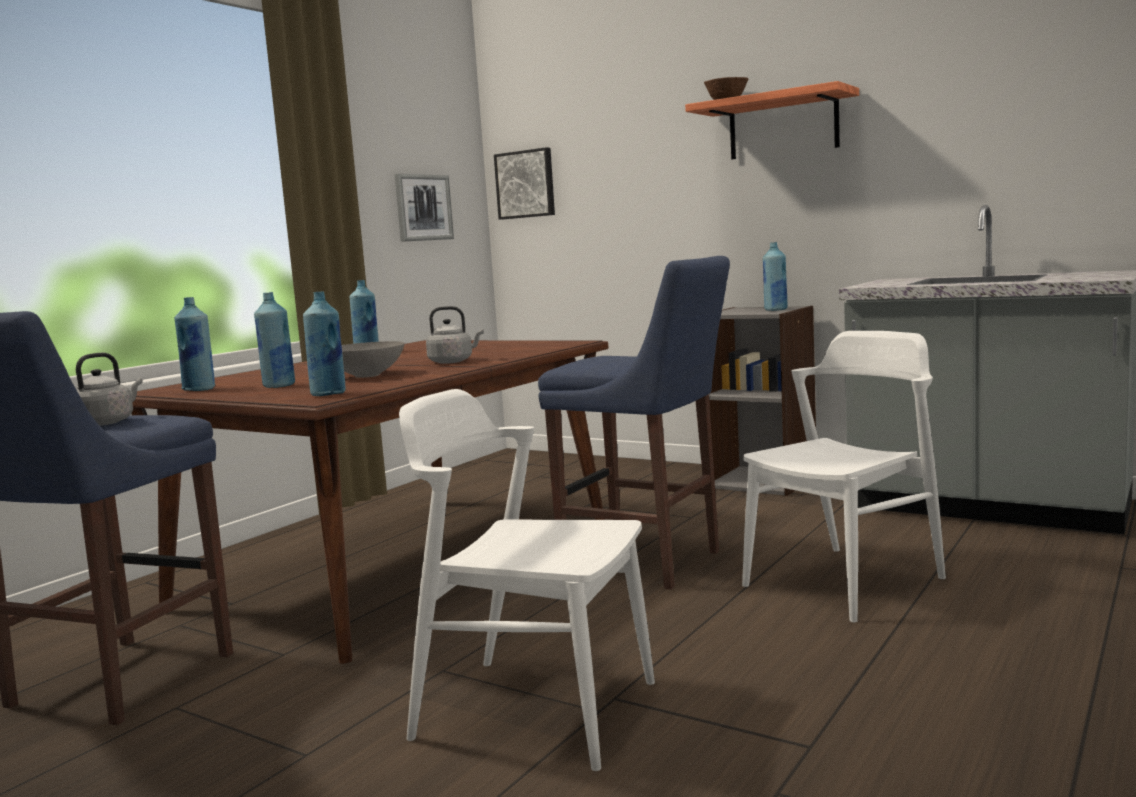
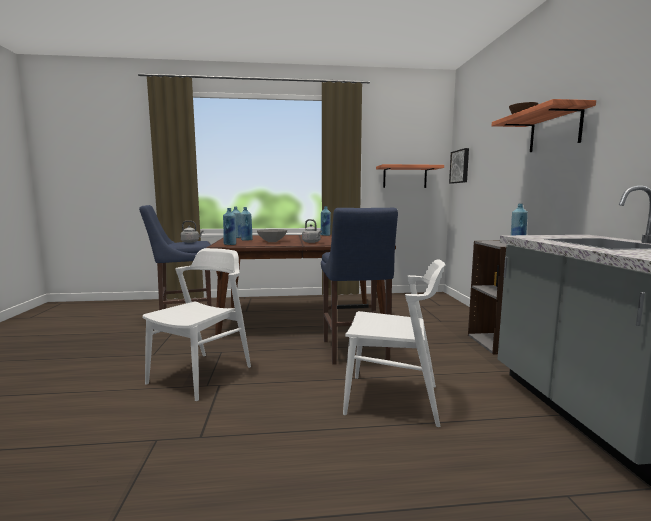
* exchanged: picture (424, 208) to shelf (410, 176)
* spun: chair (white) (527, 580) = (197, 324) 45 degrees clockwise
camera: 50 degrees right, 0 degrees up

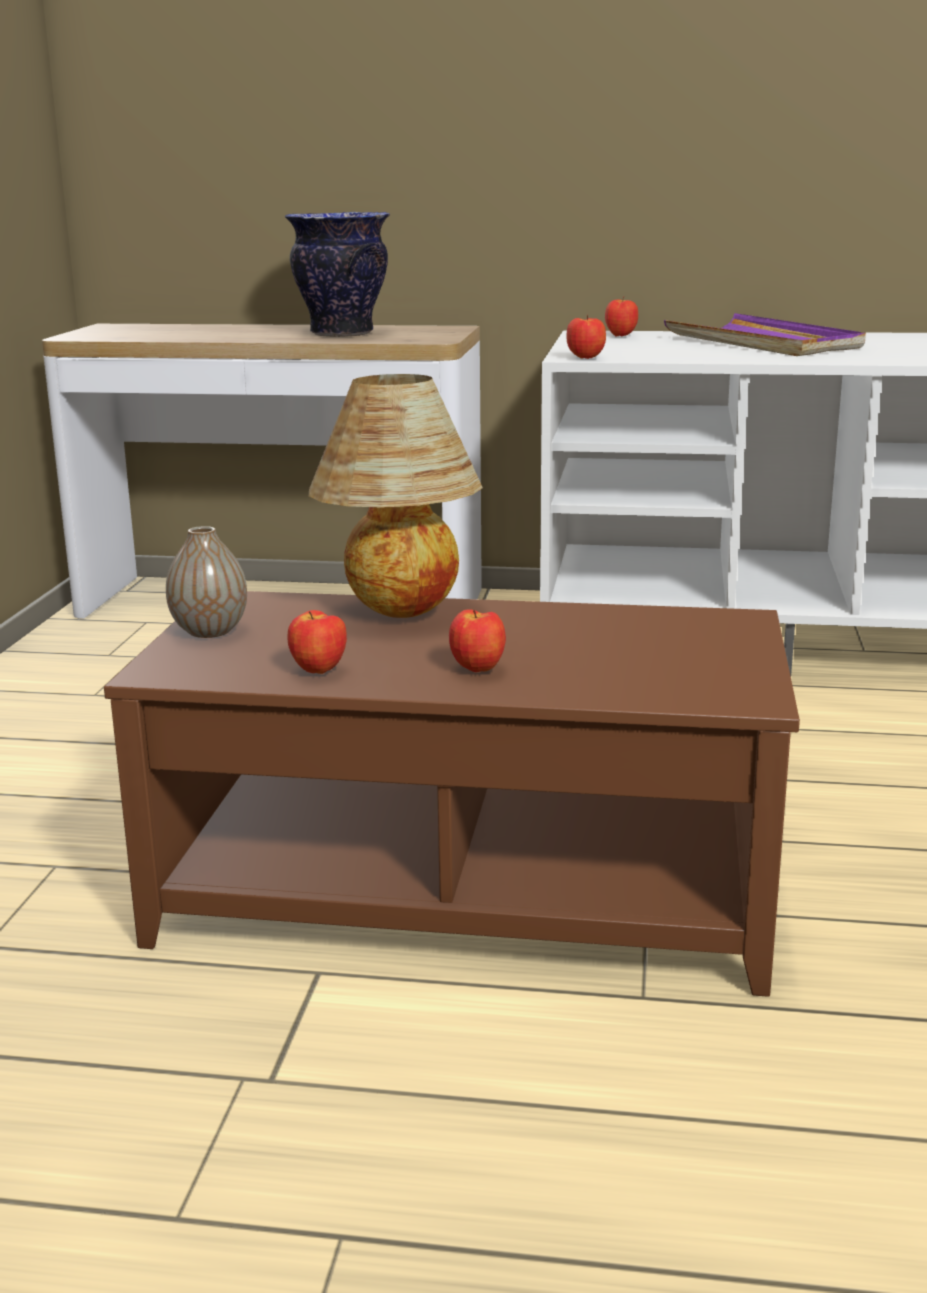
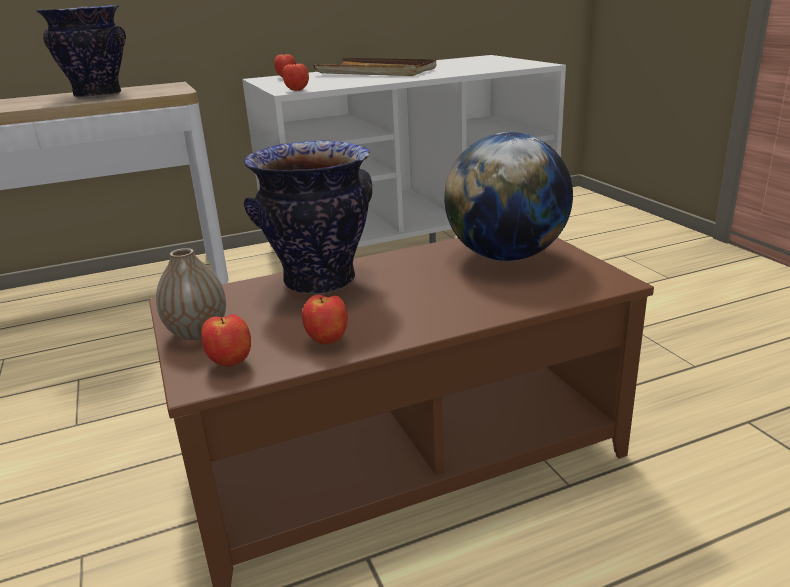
* appeared: globe (508, 196)
* relocated: apple (477, 641) to (226, 340)
* exchanged: table lamp (396, 496) to vase (308, 217)
* colour: tray (purple) (765, 334) to tray (brown) (375, 67)
camera: 30 degrees left, 5 degrees up

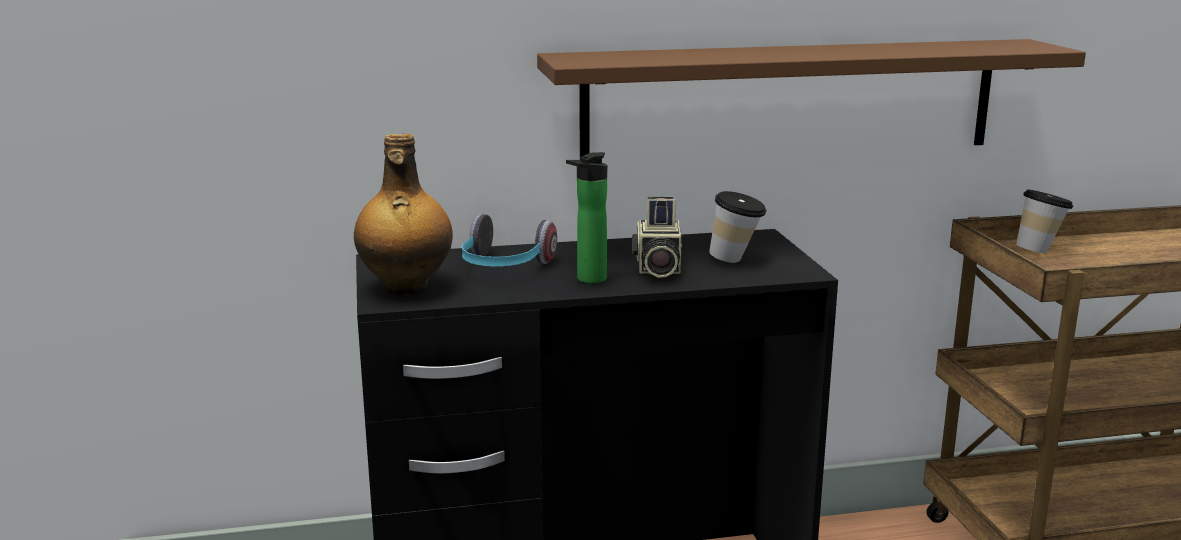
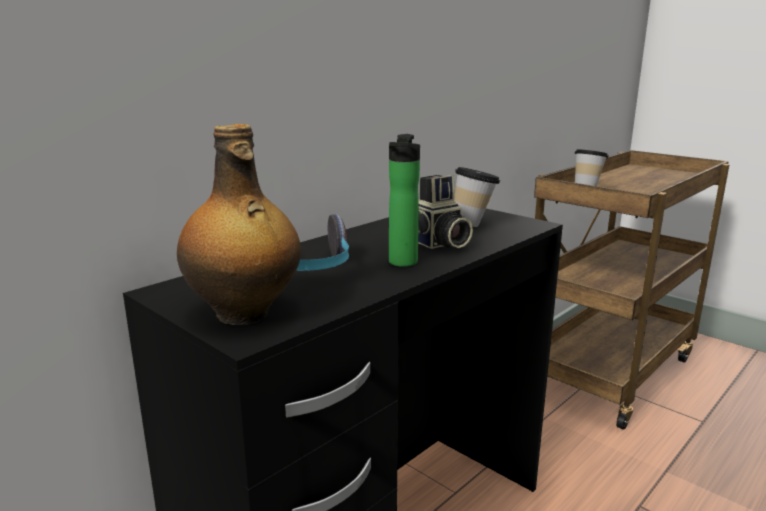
* missing: shelf (brown) (811, 98)
camera: 35 degrees left, 0 degrees up

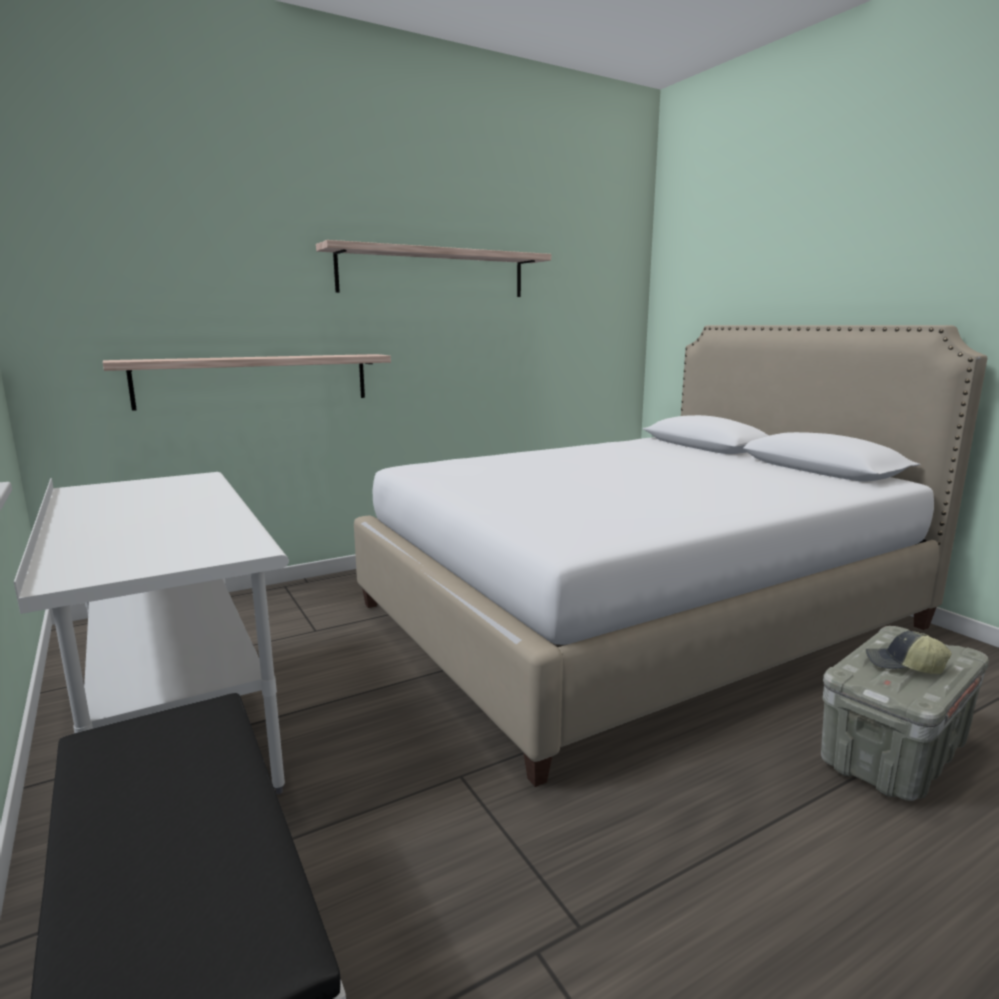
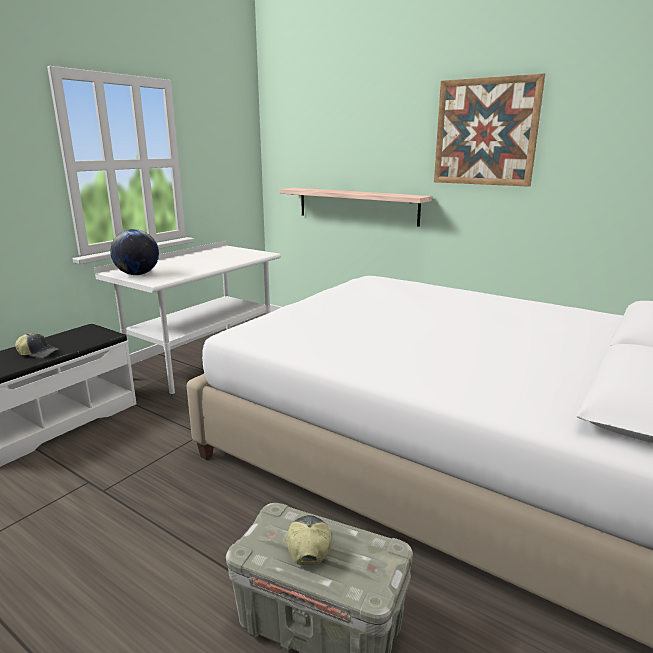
* appeared: cap (36, 345)
* appeared: globe (134, 252)
* exchanged: shelf (433, 268) to picture (489, 130)
camera: 65 degrees right, 5 degrees up

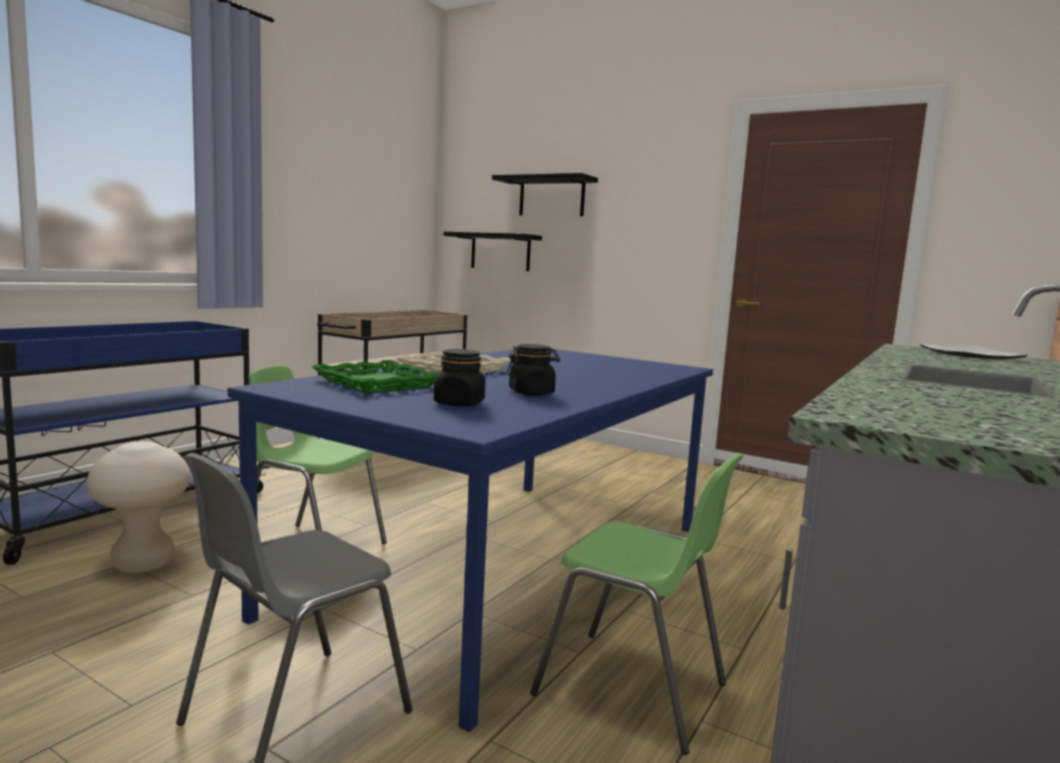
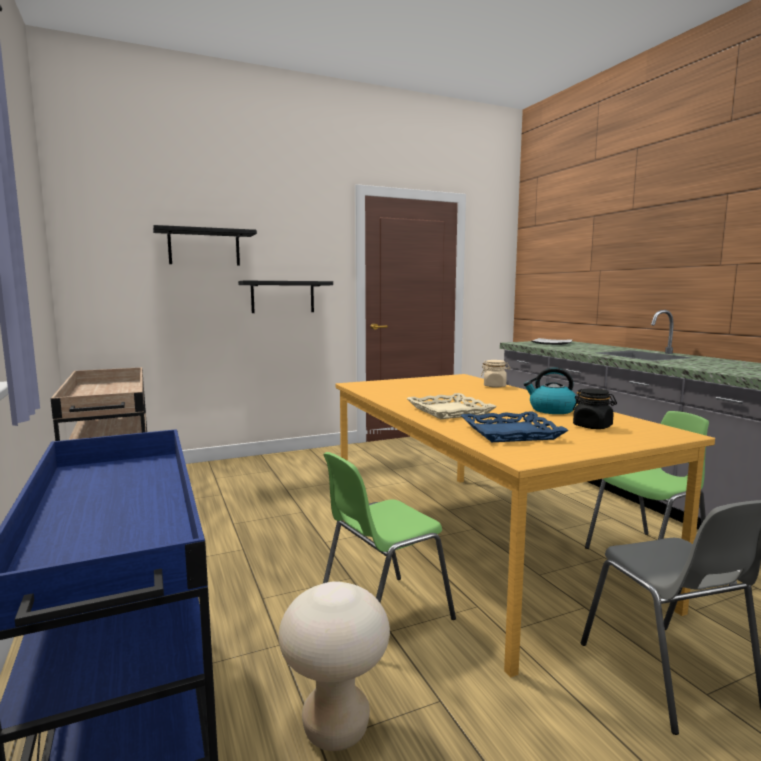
* appeared: jar (beige) (495, 374)
* relocated: shelf (black) (493, 251) to (285, 297)
* exchanged: jar (black) (533, 369) to kettle (550, 391)
* colour: dining table (blue) (470, 540) to dining table (orange) (525, 526)
* colour: tray (green) (375, 376) to tray (blue) (515, 426)
camera: 55 degrees left, 0 degrees up

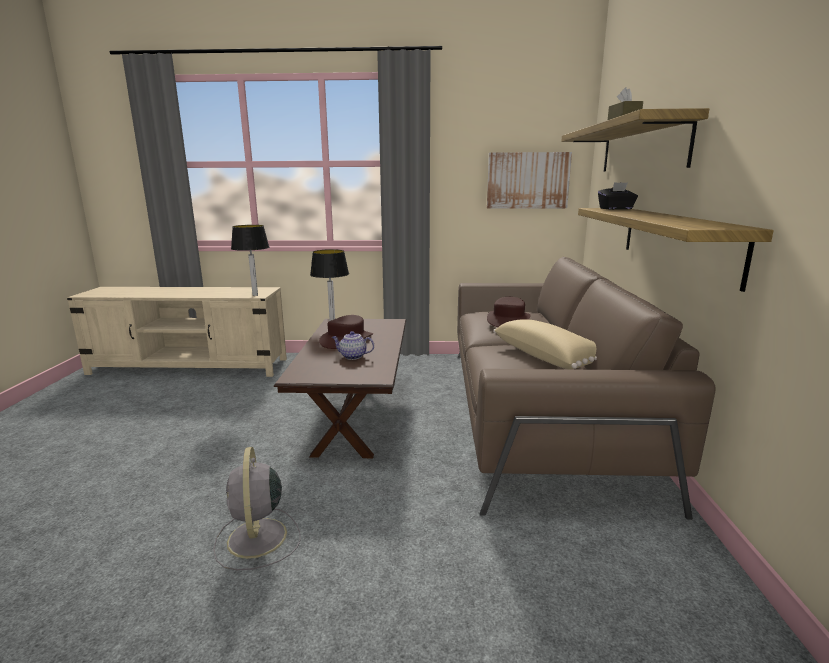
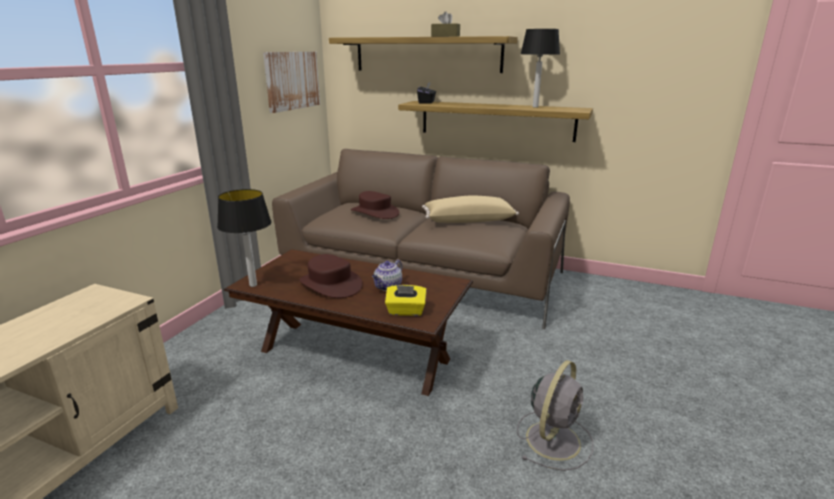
* appeared: tissue box (yellow) (406, 300)
* relocated: table lamp (250, 260) to (540, 68)
* spun: fan (grey) (257, 509) = (555, 415) 60 degrees counterclockwise
camera: 70 degrees left, 5 degrees up

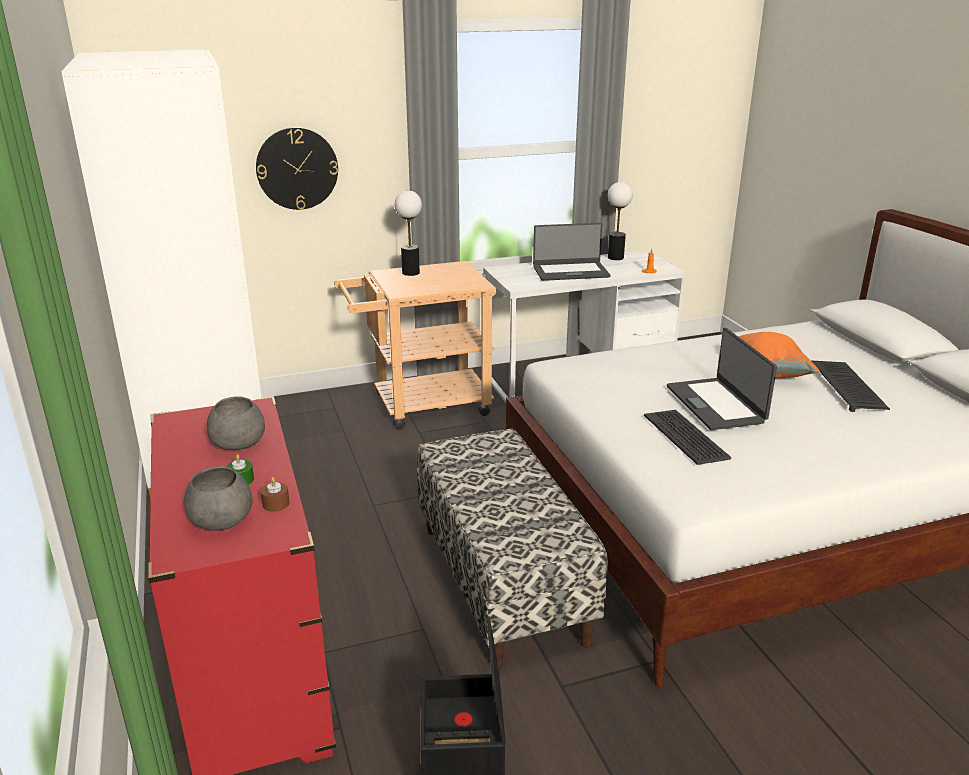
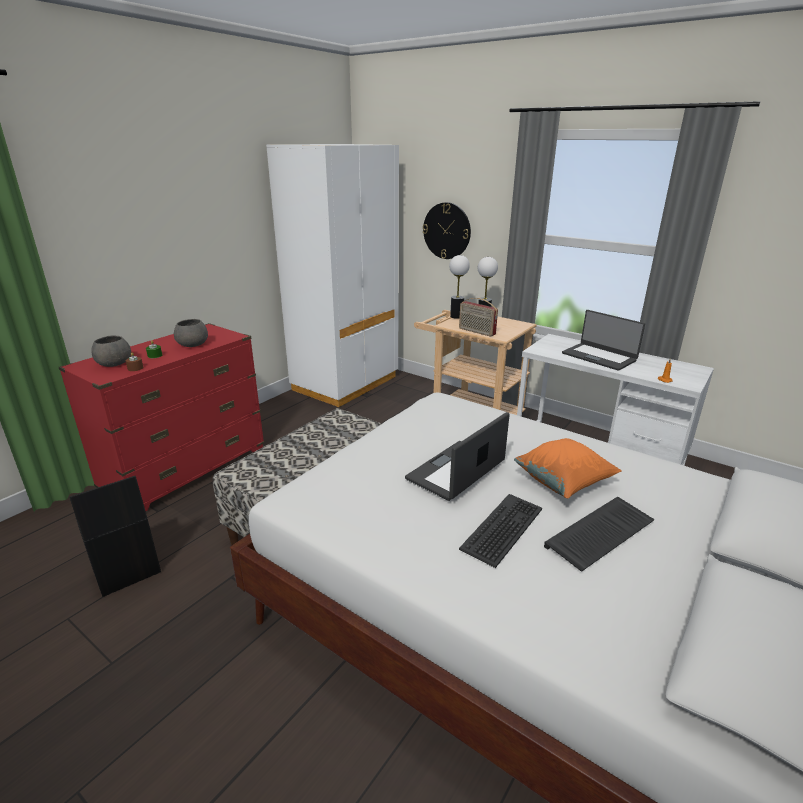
* appeared: radio (478, 317)
* relocated: table lamp (620, 221) to (459, 287)
* relocated: keyboard (687, 437) to (500, 531)
camera: 55 degrees right, 0 degrees up

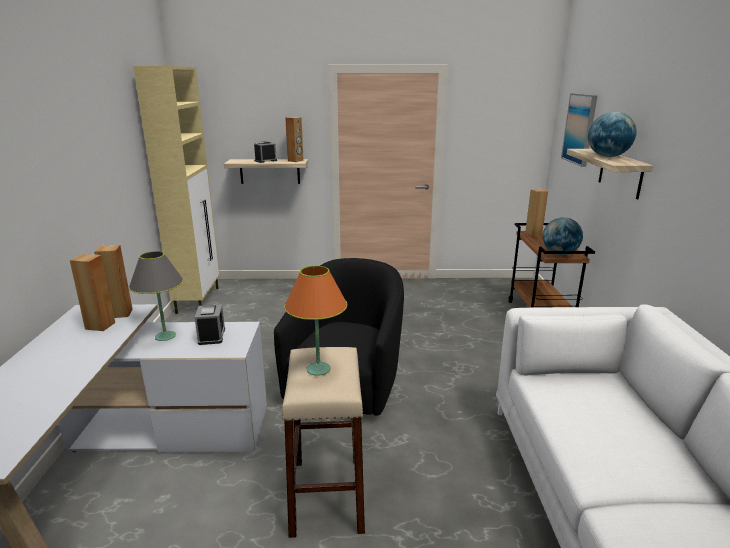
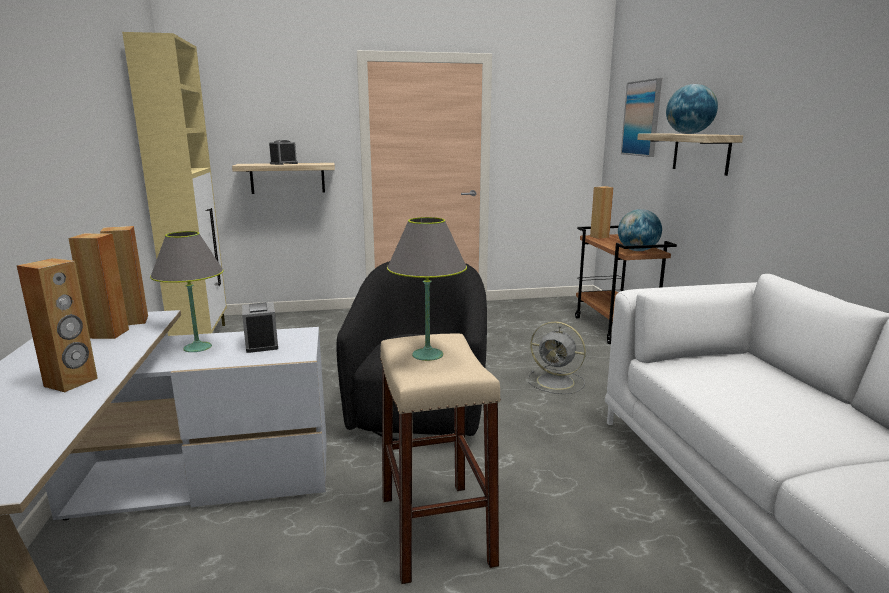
* appeared: fan (grey) (557, 358)
* relocated: speaker (brown) (294, 139) to (57, 325)
* colour: table lamp (orange) (315, 321) to table lamp (grey) (427, 289)
camera: 10 degrees left, 5 degrees down

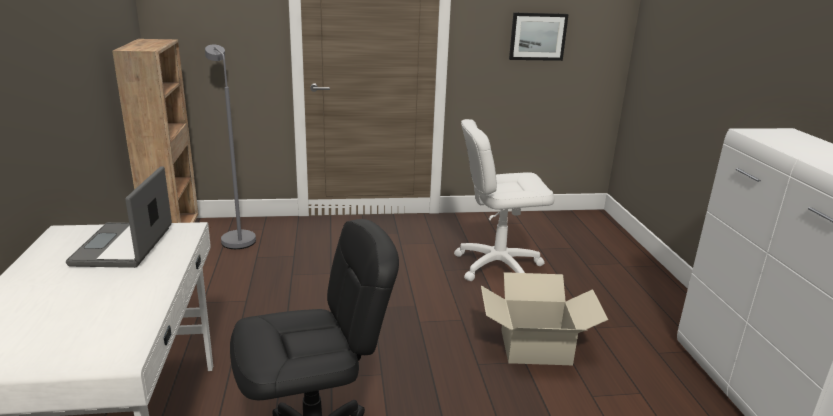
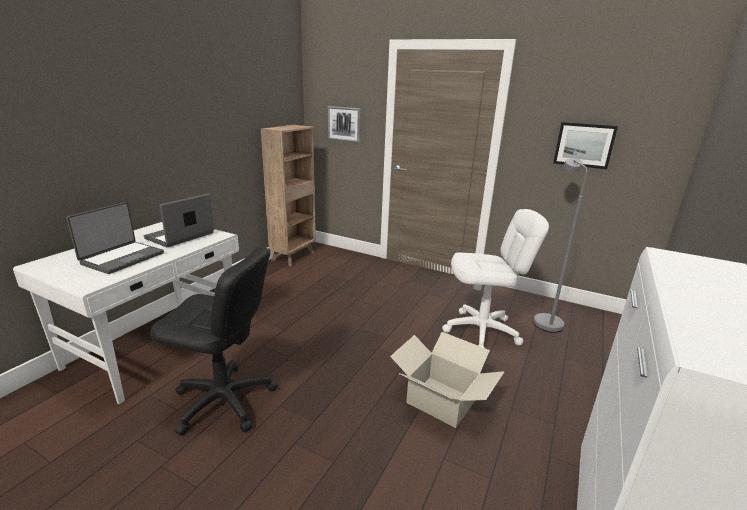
* appeared: laptop (115, 238)
* appeared: picture (344, 124)
* relocated: floor lamp (grey) (230, 147) to (560, 245)
* spun: office chair (white) (504, 200) = (495, 278) 150 degrees clockwise
camera: 35 degrees right, 0 degrees up

